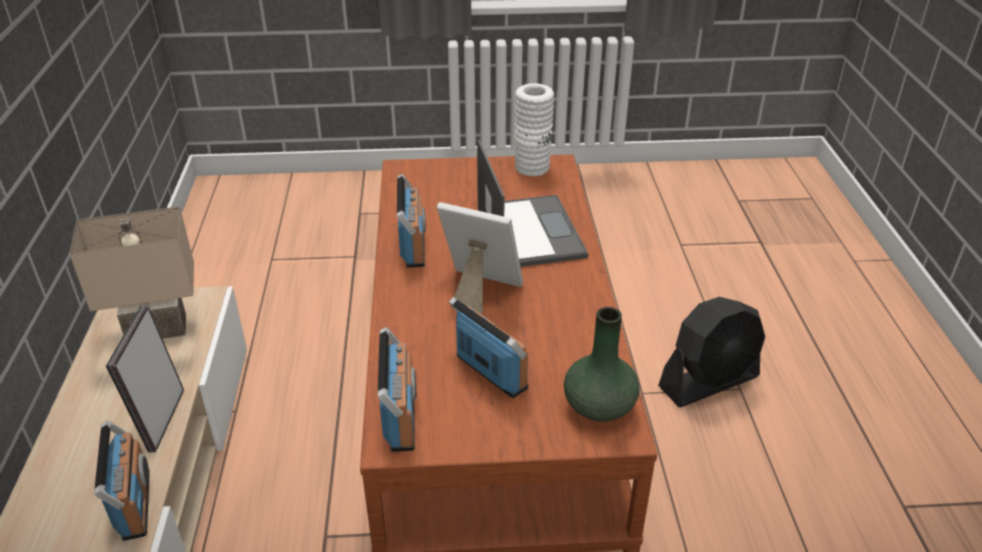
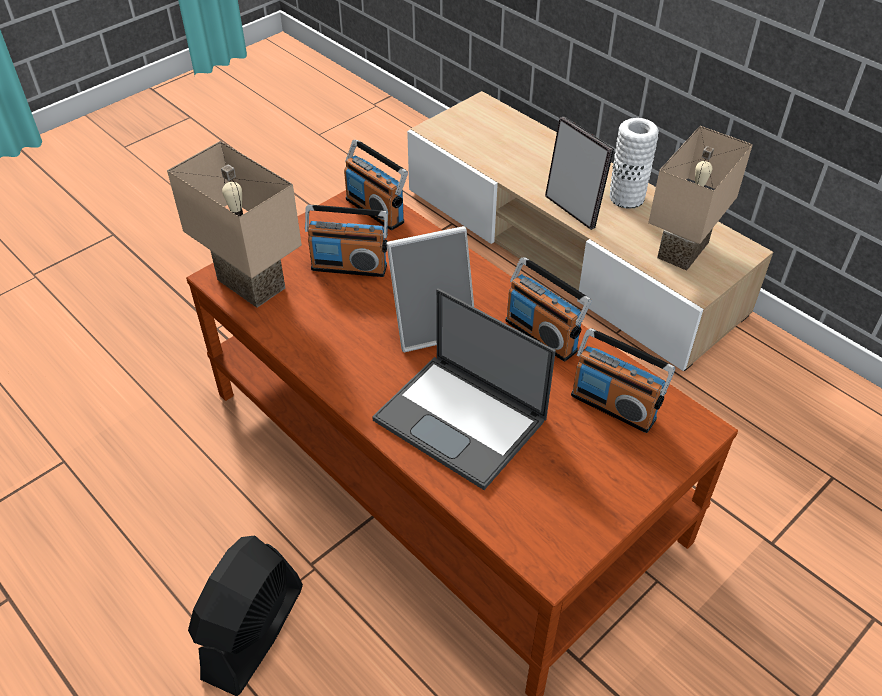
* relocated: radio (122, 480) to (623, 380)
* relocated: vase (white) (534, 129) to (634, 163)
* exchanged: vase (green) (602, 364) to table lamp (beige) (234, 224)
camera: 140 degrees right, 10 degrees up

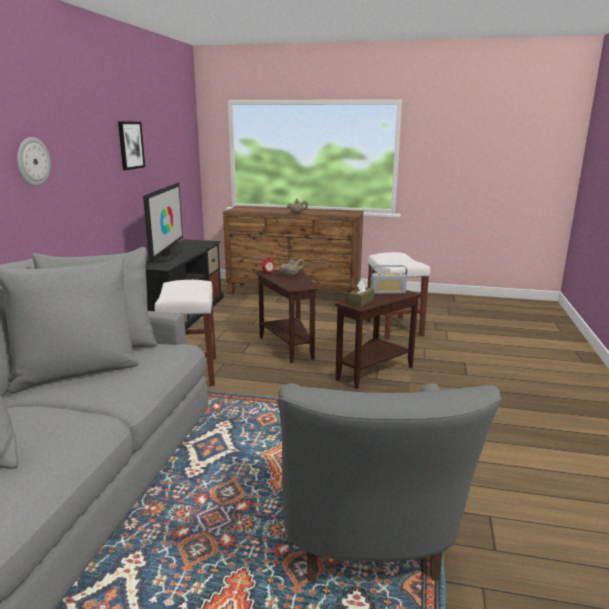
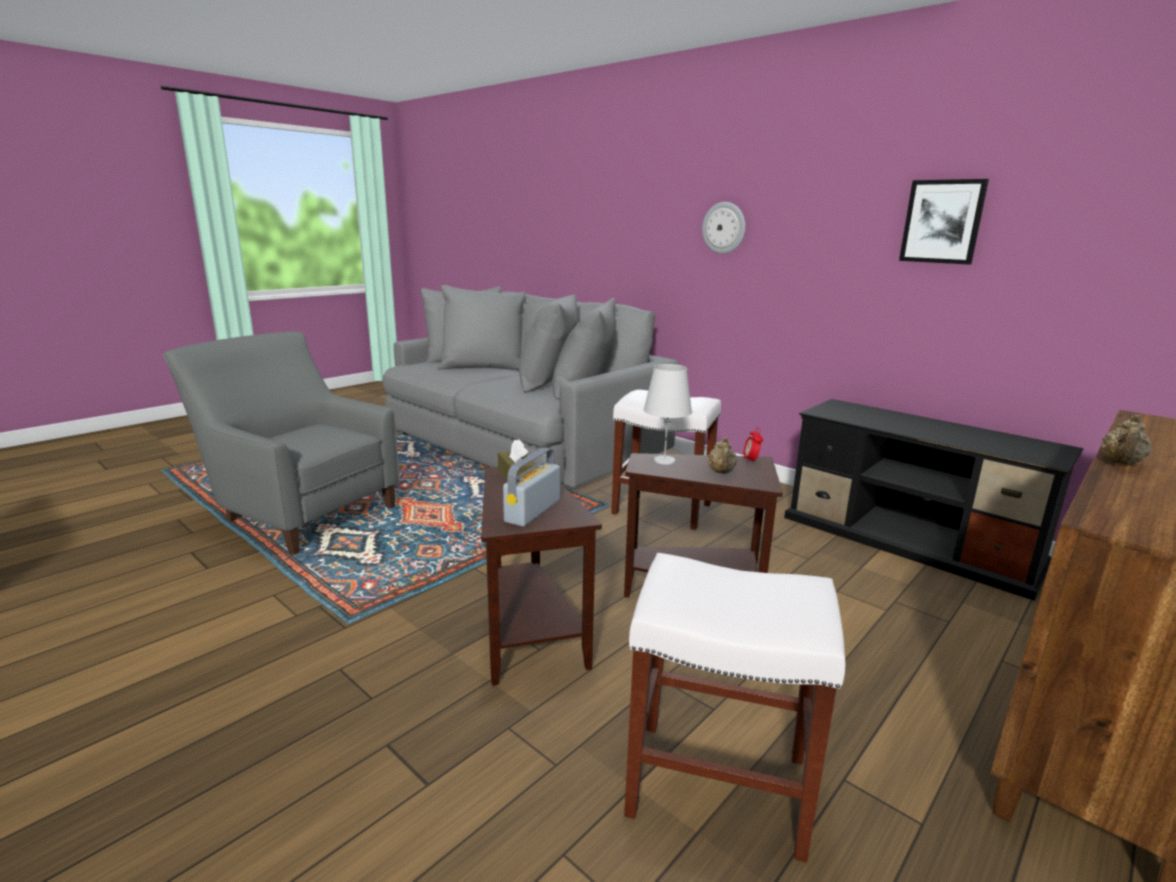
* missing: television (163, 222)
* appeared: table lamp (white) (667, 414)
camera: 120 degrees right, 0 degrees up

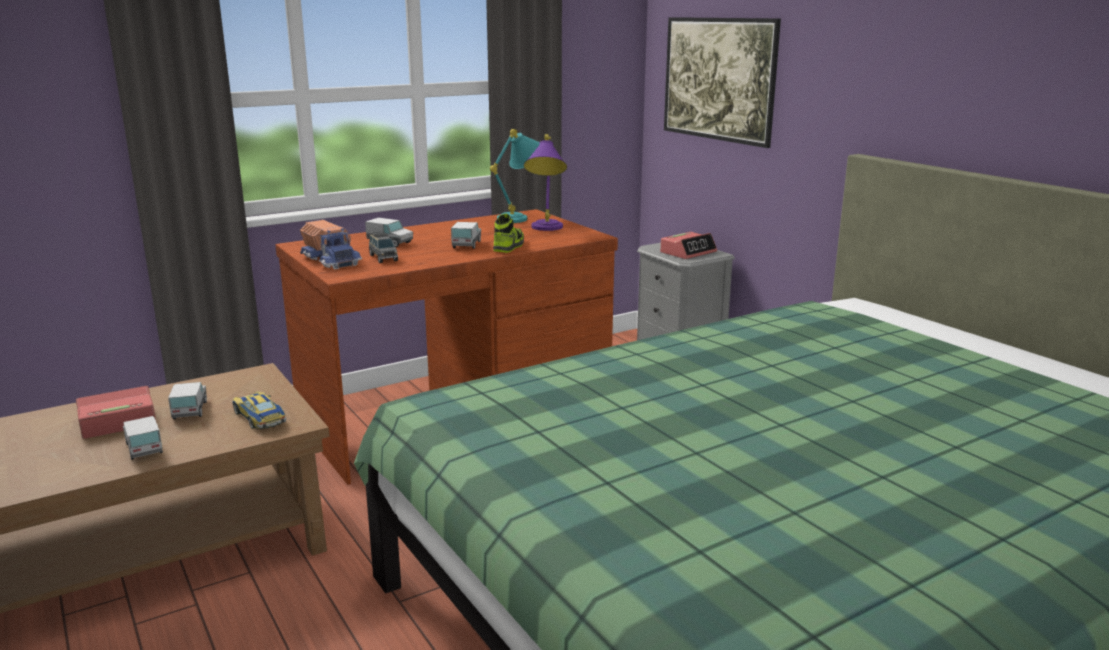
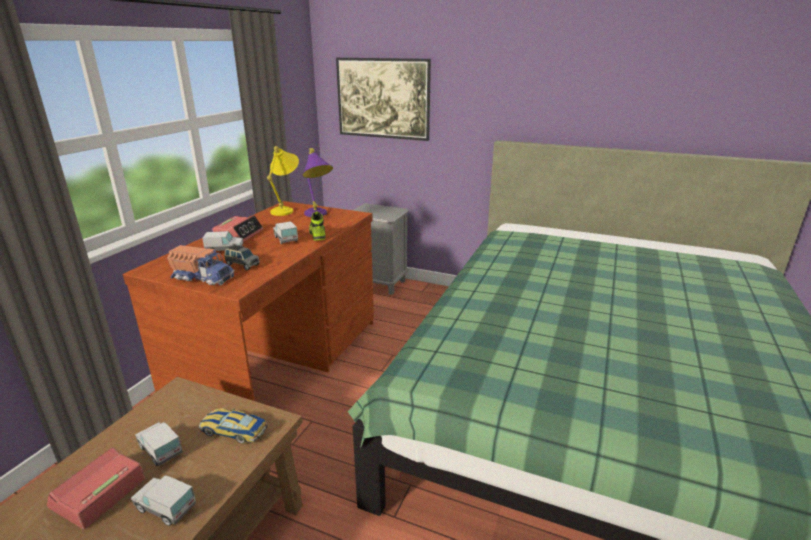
* relocated: alarm clock (688, 245) to (237, 228)
* colour: table lamp (turquoise) (515, 176) to table lamp (yellow) (283, 181)
camera: 35 degrees left, 5 degrees up

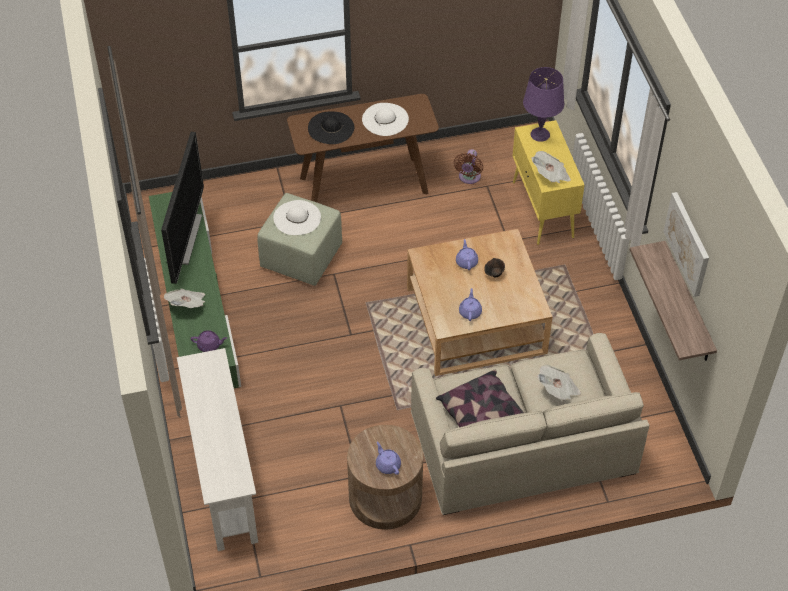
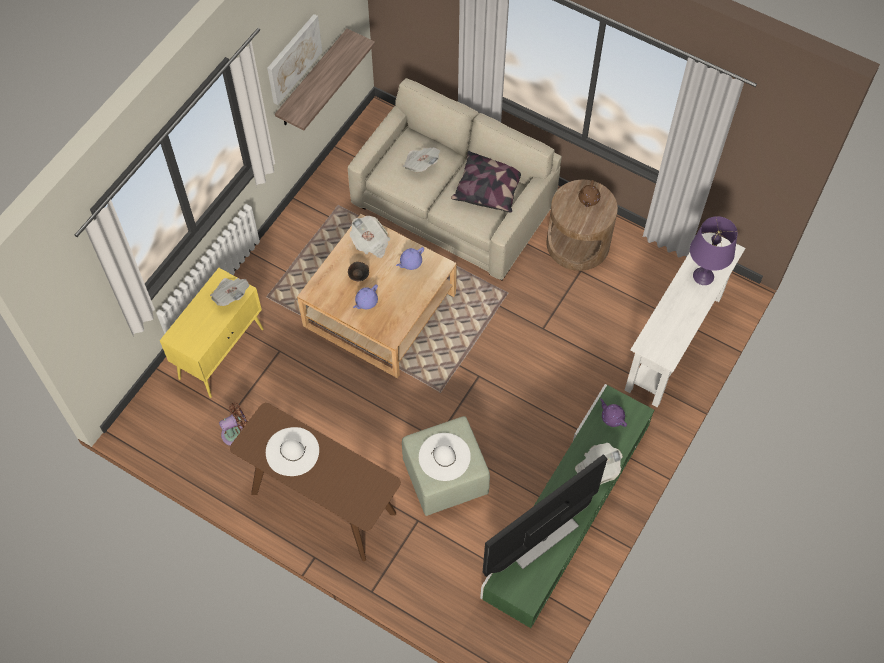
* missing: hat (black) (331, 128)
* appeared: newspaper (370, 237)
* relocated: table lamp (purple) (543, 104) to (714, 250)
* colour: teapot (purple) (388, 458) to teapot (brown) (589, 193)
camera: 135 degrees left, 10 degrees up

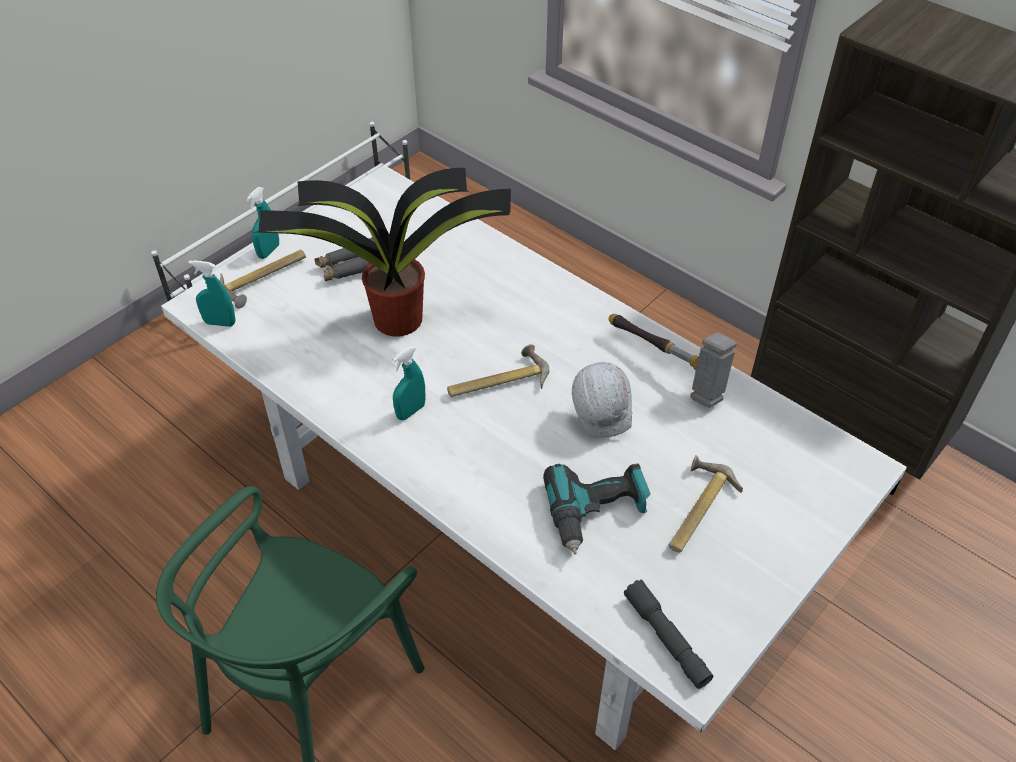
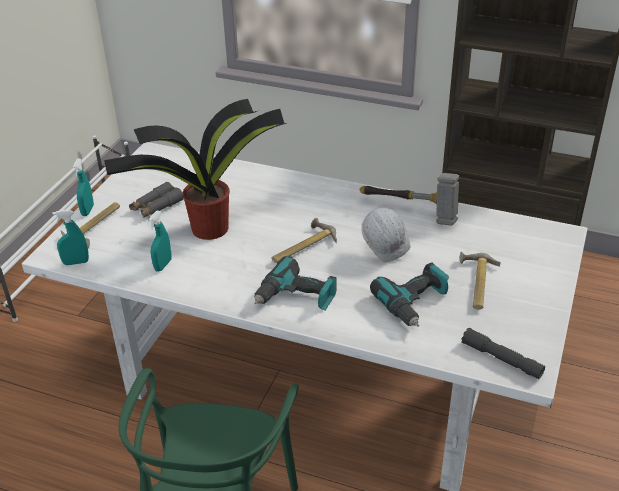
* appeared: power drill (295, 283)
* relocated: spray bottle (turquoise) (408, 383) to (159, 241)
camera: 20 degrees left, 10 degrees down

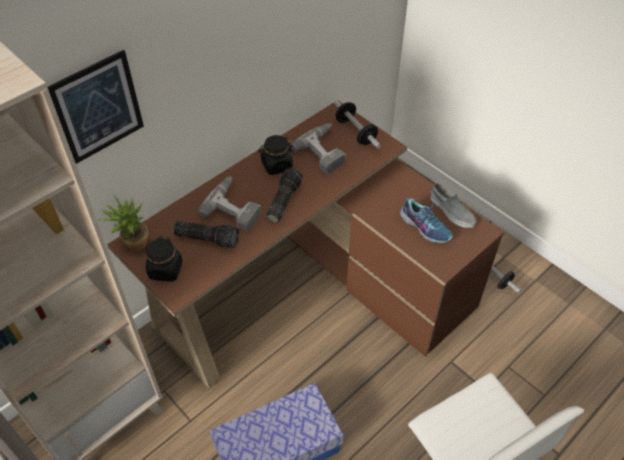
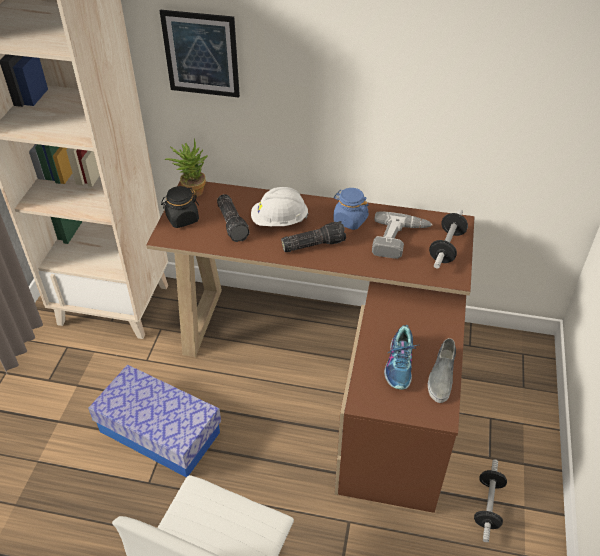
* exchanged: power drill (229, 204) to hard hat (white) (280, 206)
* colour: jar (black) (276, 155) to jar (blue) (351, 209)
camera: 55 degrees right, 5 degrees down

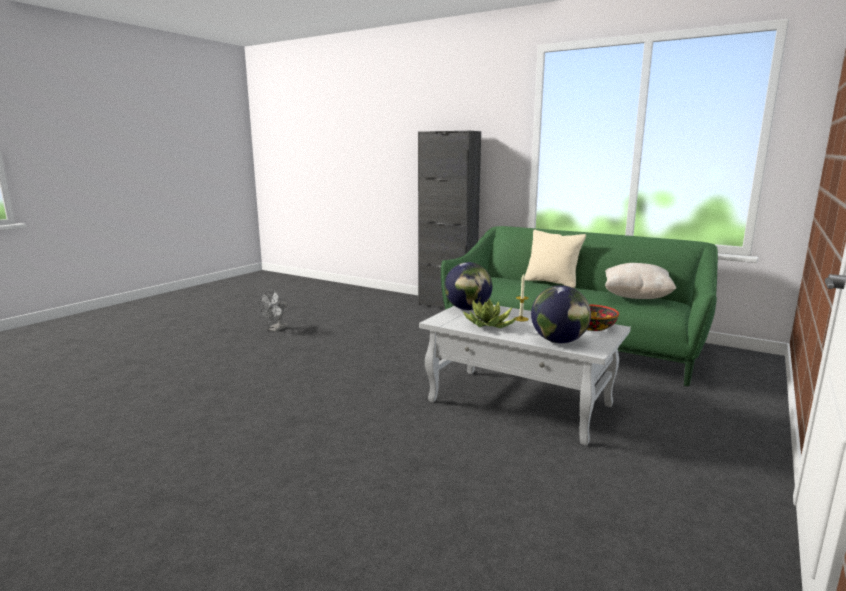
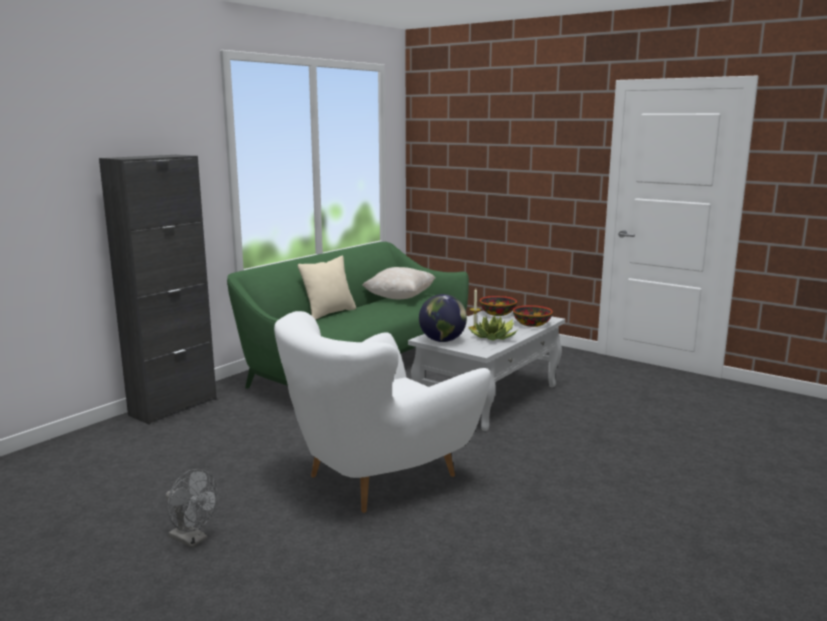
* appeared: armchair (white) (382, 412)
* exchanged: globe (561, 314) to bowl (533, 316)
camera: 85 degrees left, 0 degrees up

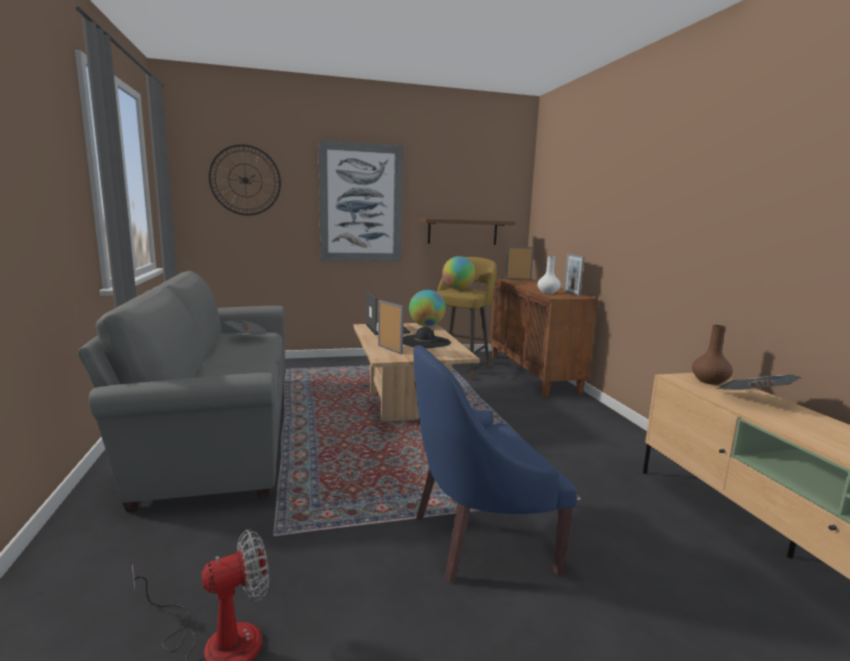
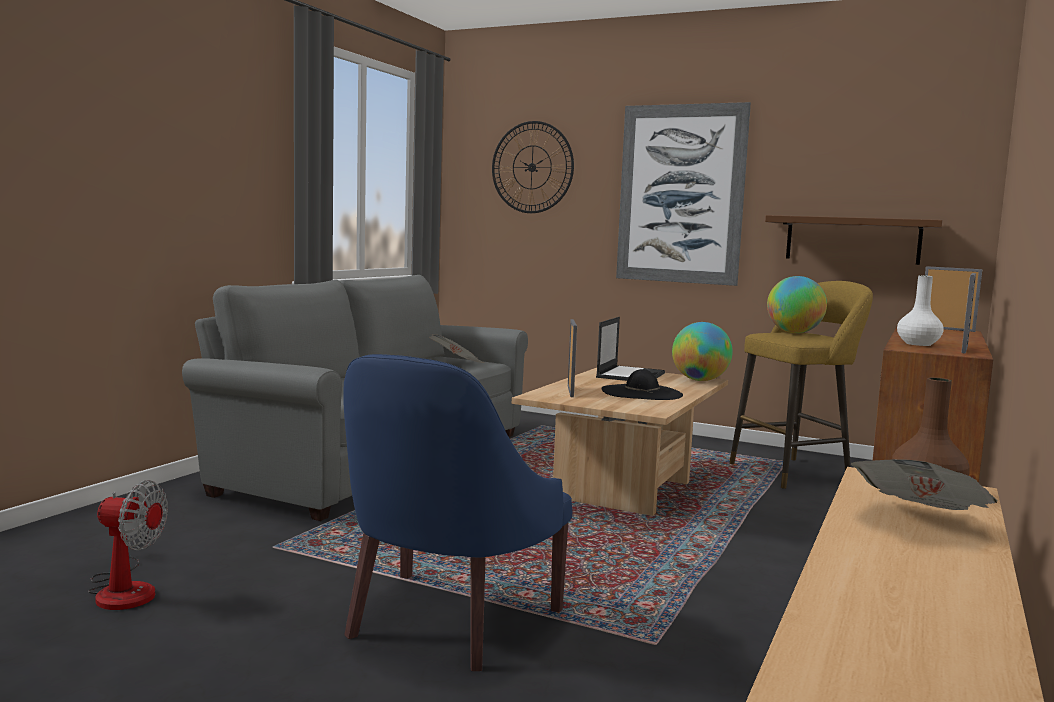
* spun: armchair (blue) (495, 464) = (457, 512) 90 degrees counterclockwise
camera: 40 degrees right, 5 degrees down

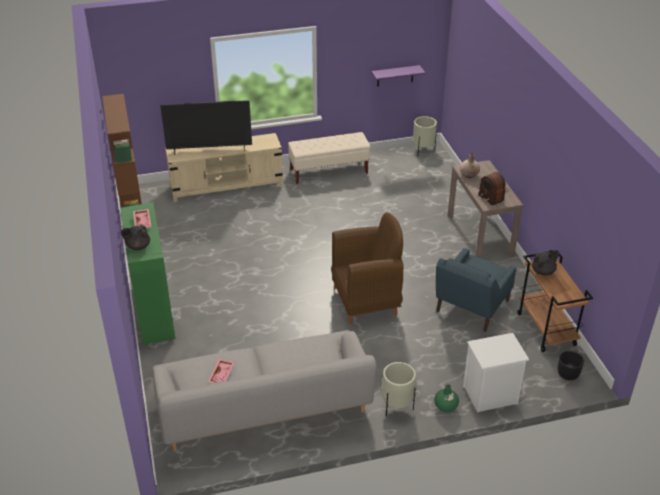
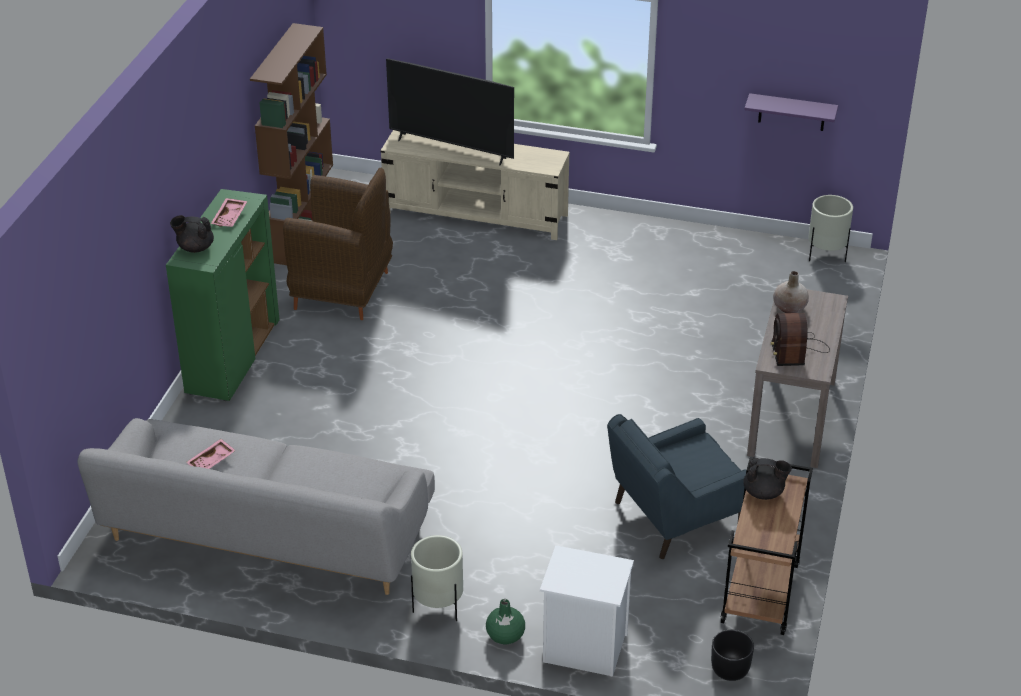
* missing: bench (beige) (329, 158)
* relocated: armchair (brown) (367, 268) to (338, 243)
camera: 30 degrees right, 0 degrees up

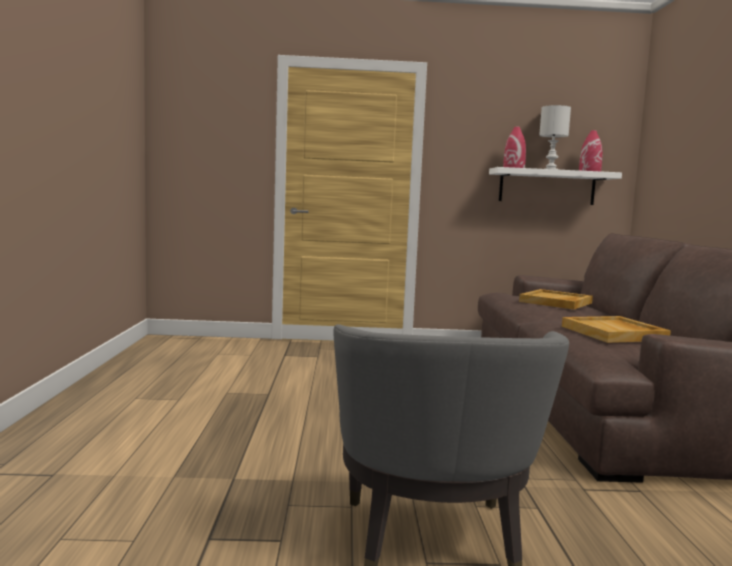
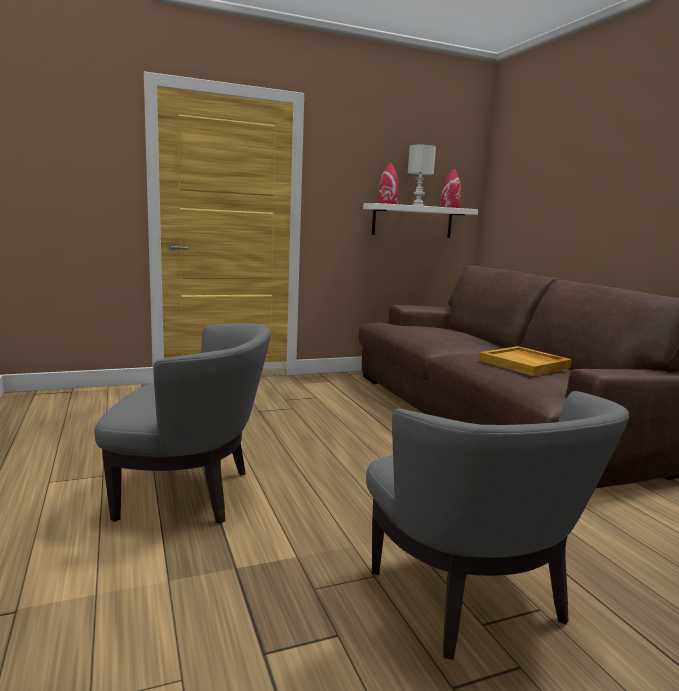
* missing: tray (beige) (556, 299)
* appeared: armchair (grey) (183, 423)
camera: 20 degrees left, 5 degrees up

